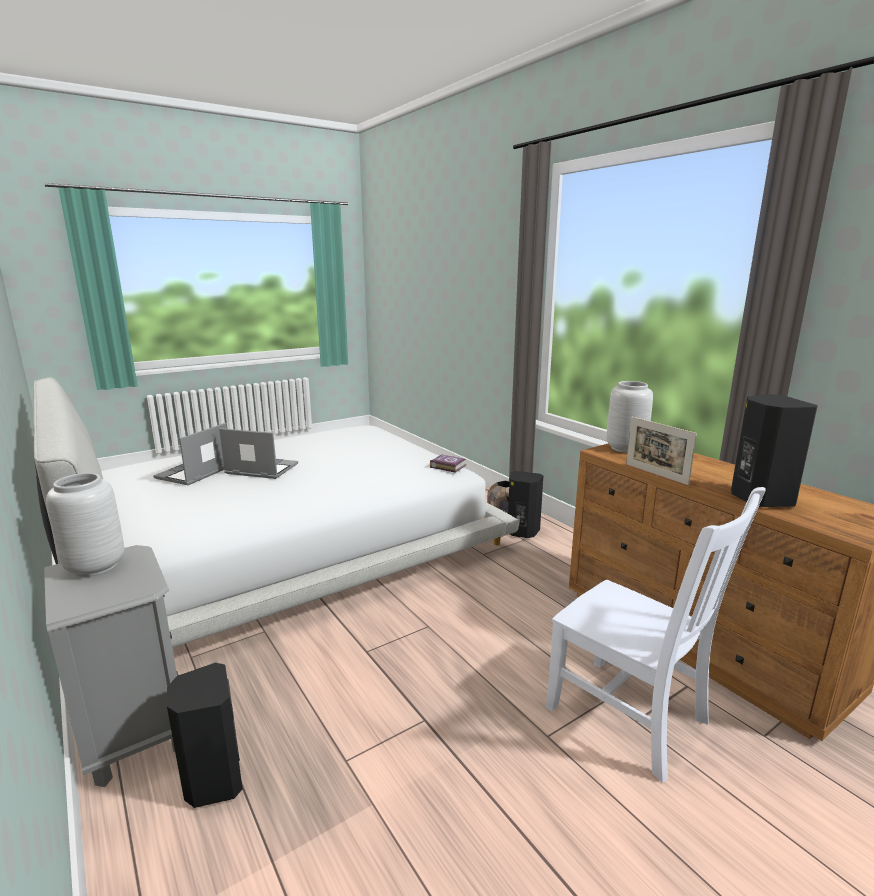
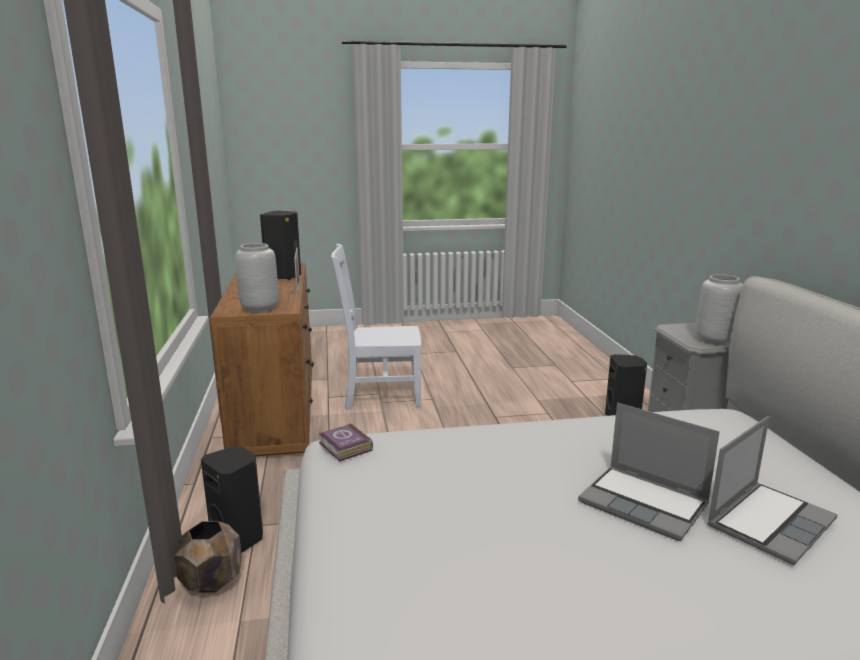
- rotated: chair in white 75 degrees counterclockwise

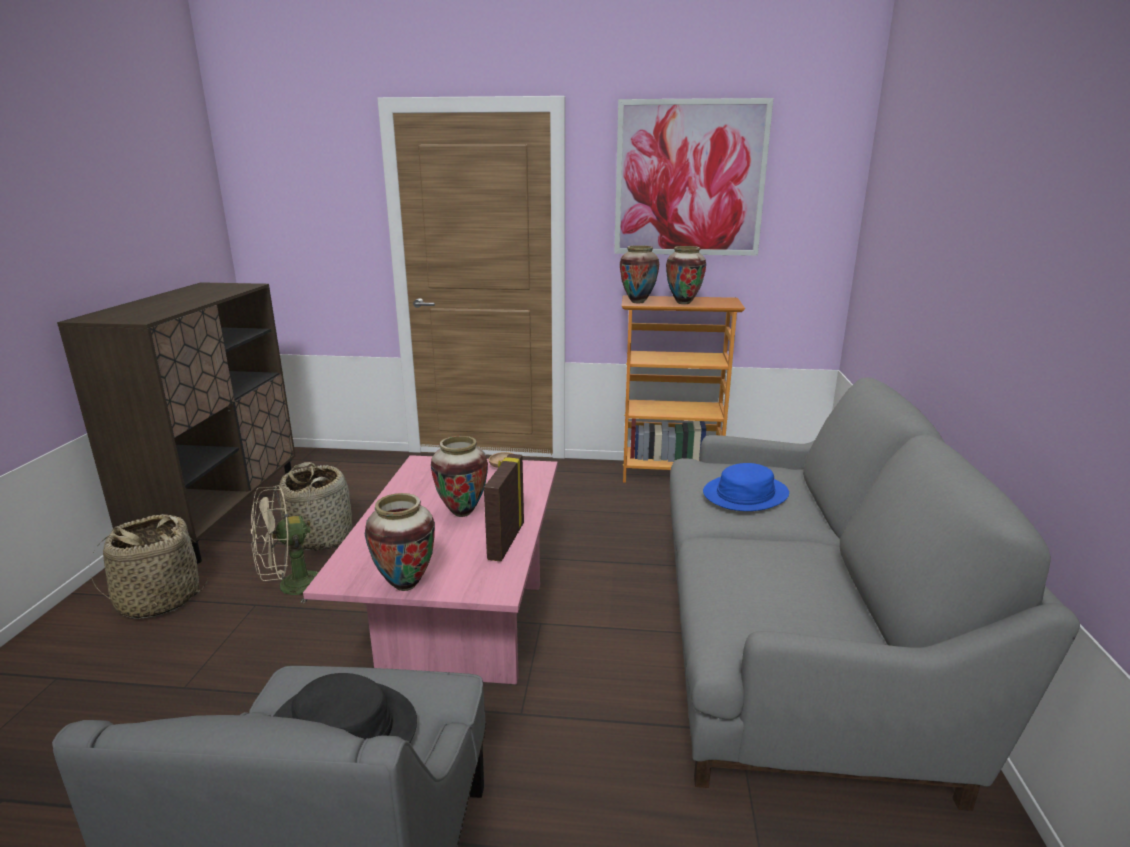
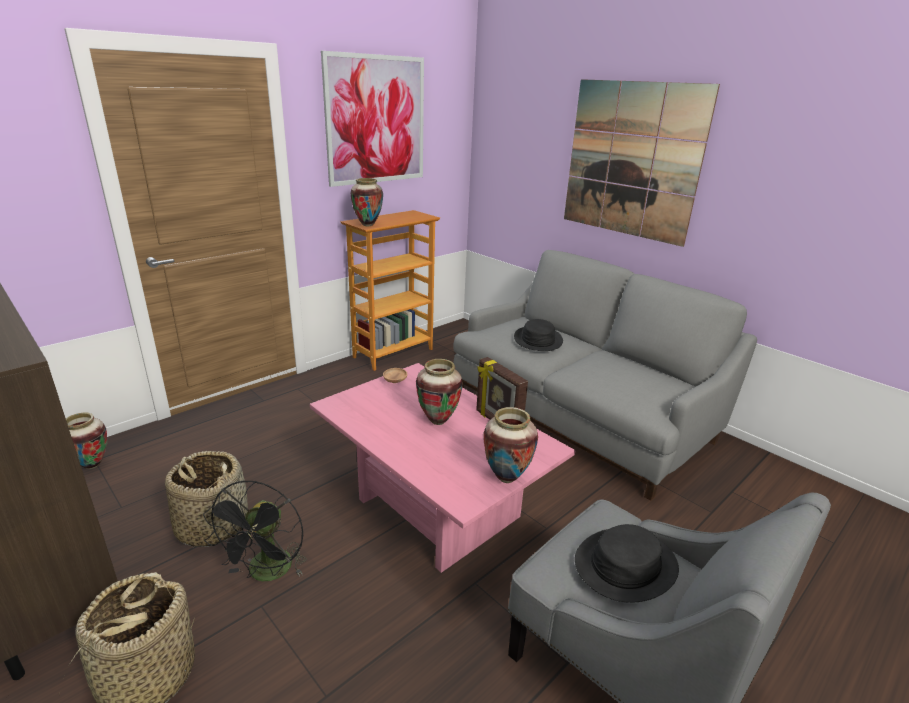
- shifted: vase (no. 4 from left in the first image) to vase (no. 1 from left)
- repainted: fan in beige to fan in black
- repainted: hat in blue to hat in black (no. 1 from left)
- new: picture (no. 2 from left)

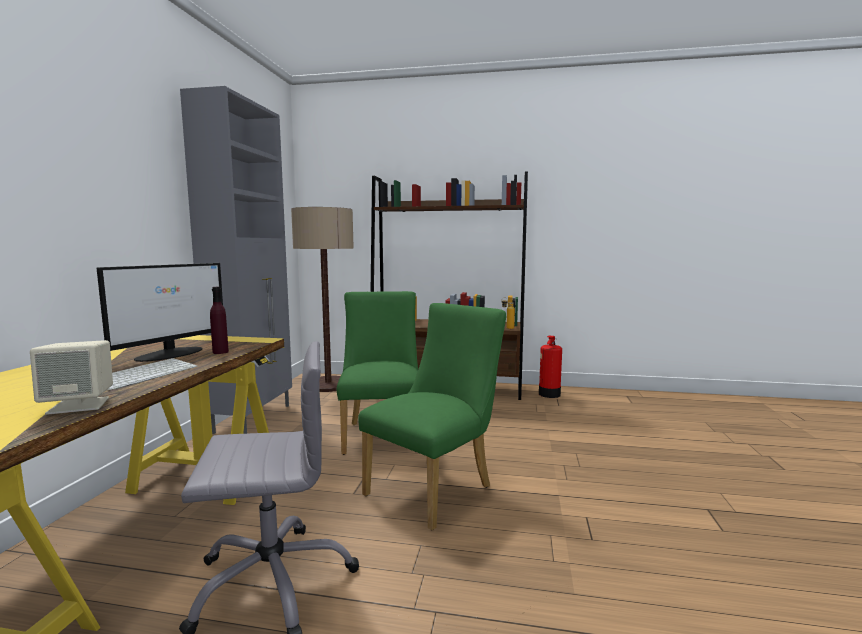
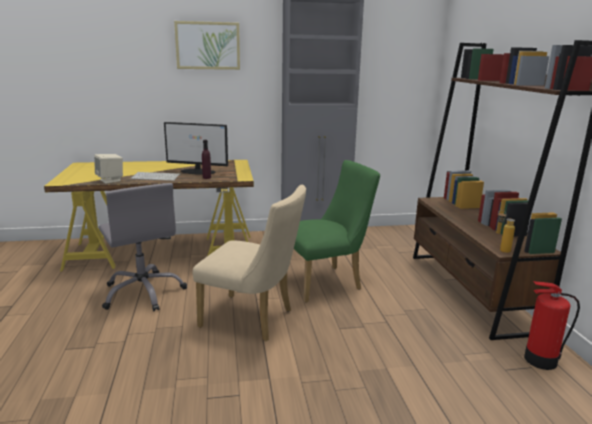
- new: picture
- repainted: chair in green (no. 2 from left) to chair in beige
- gone: floor lamp

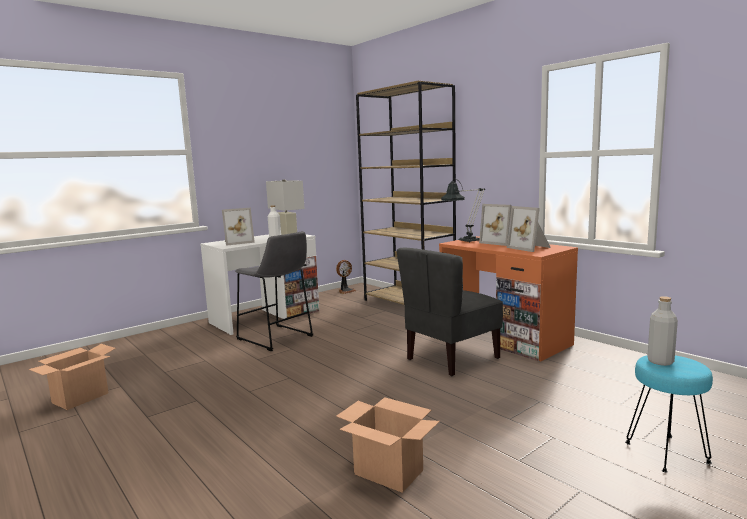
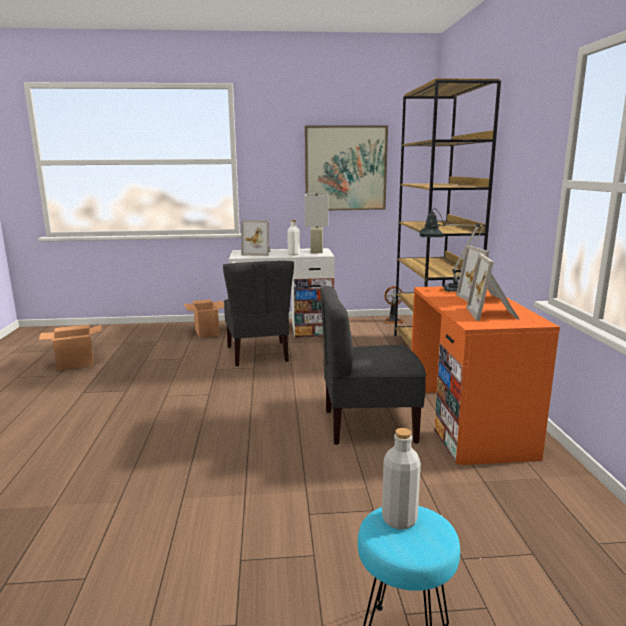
- shifted: cardboard box (no. 2 from left)
- swapped: stool in grey to chair in grey (no. 1 from left)
- new: picture

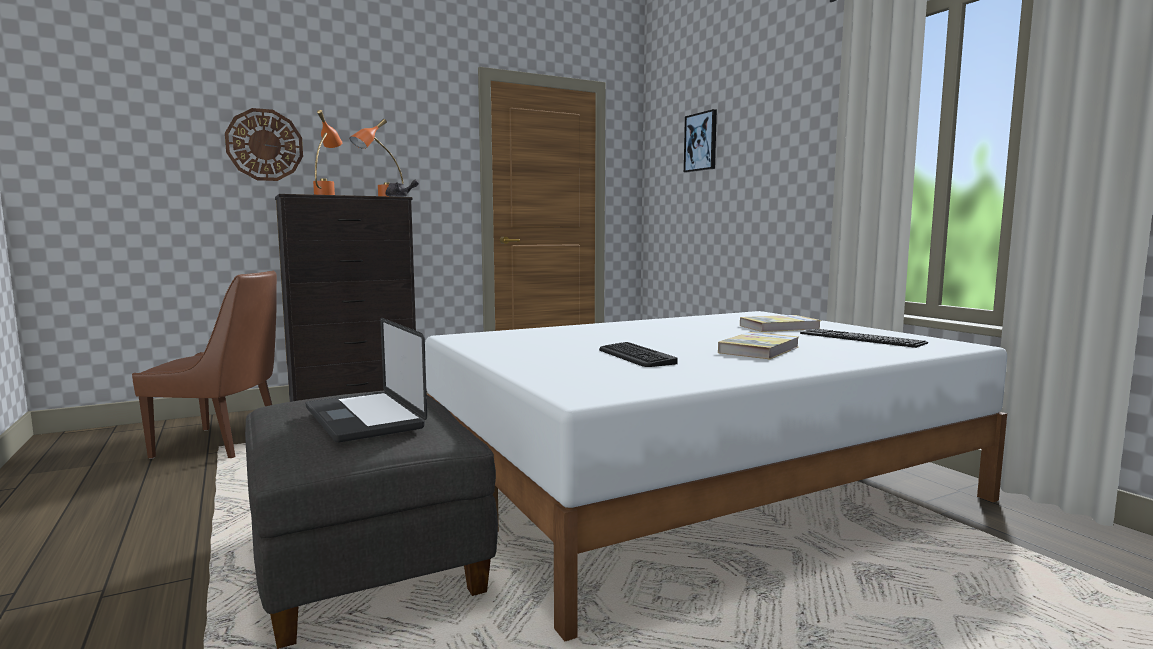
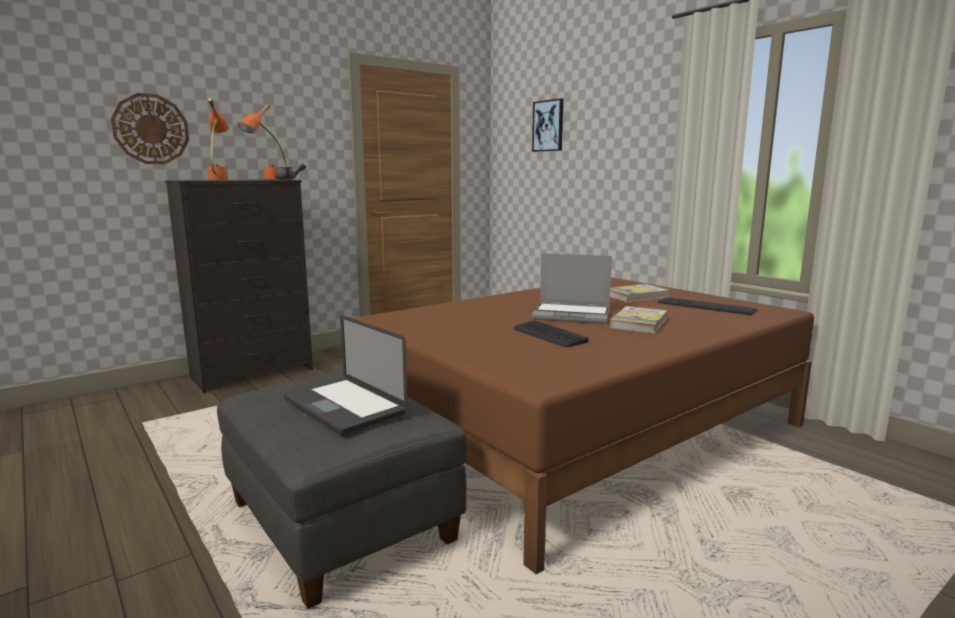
- repainted: bed in white to bed in brown
- new: laptop (no. 2 from left)
- gone: chair in brown

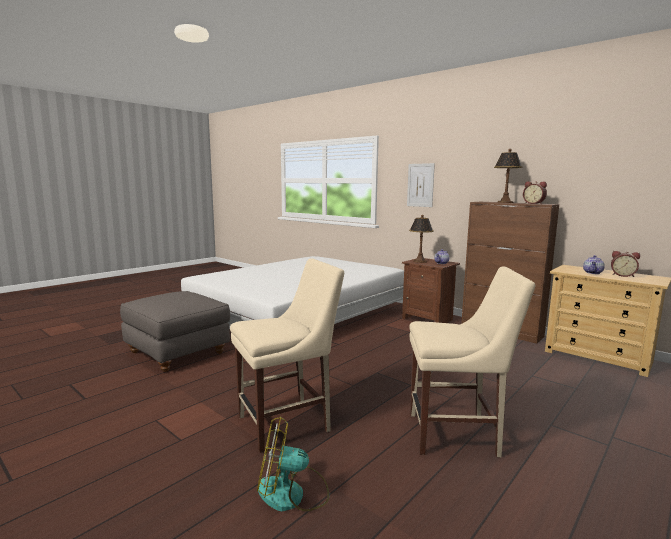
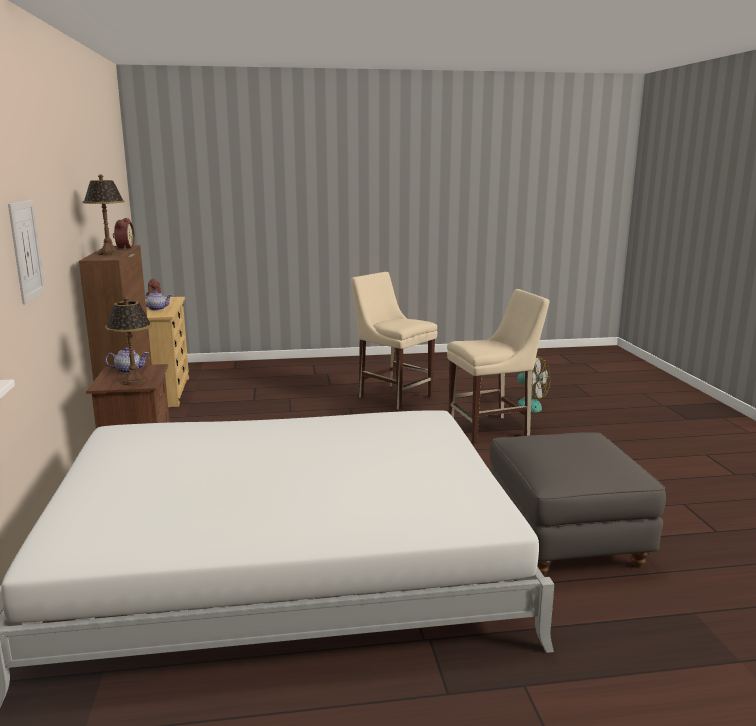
- rotated: chair in beige (no. 1 from left in the first image) 150 degrees clockwise

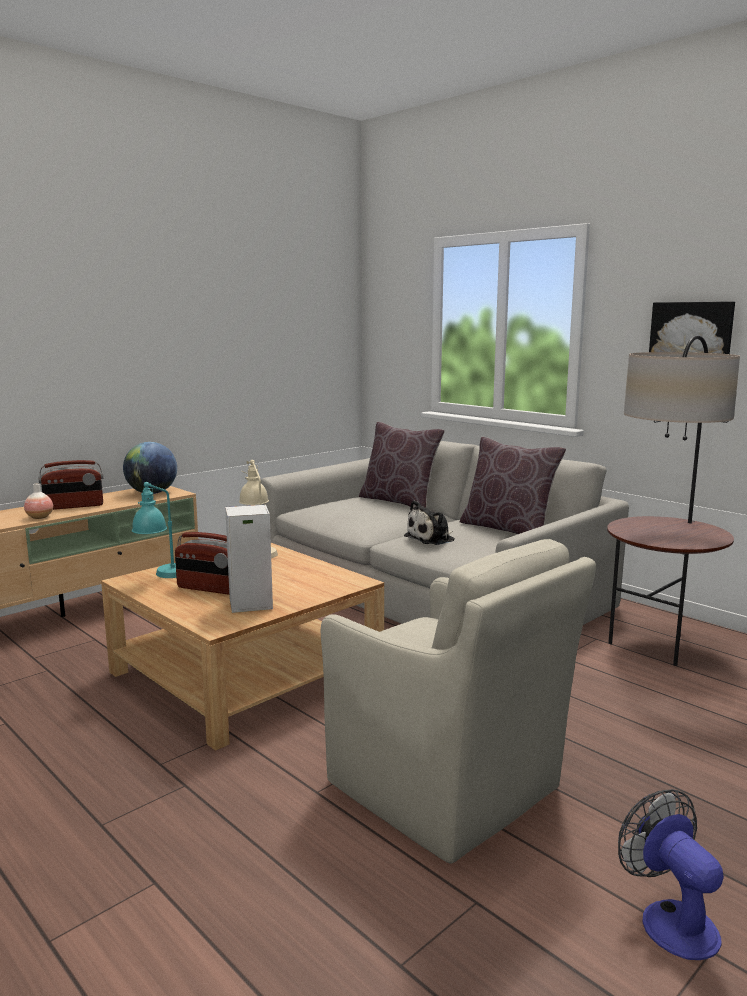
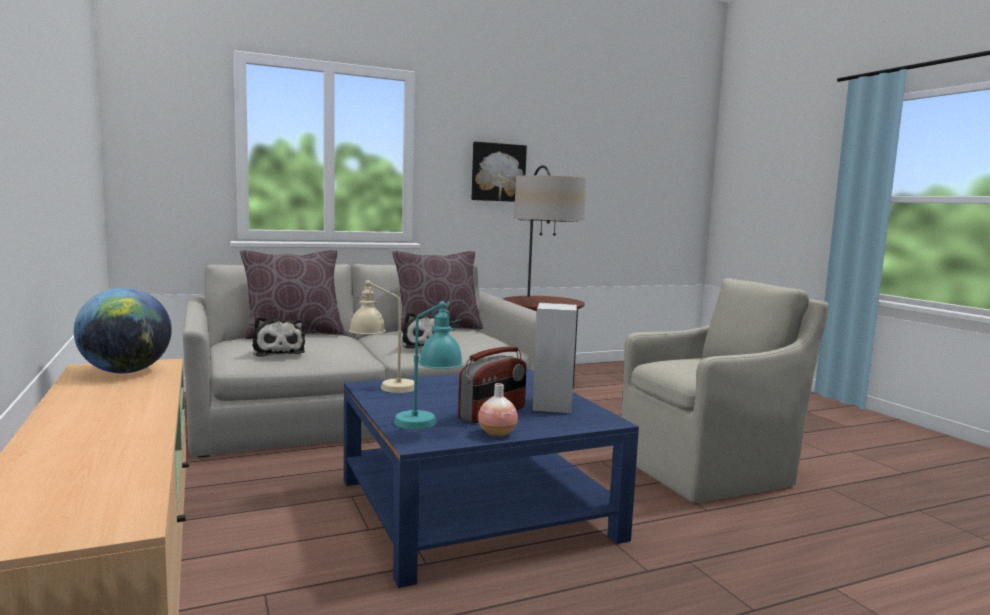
- new: plush toy (no. 1 from left)
- repainted: coffee table in beige to coffee table in blue
- shifted: vase
- gone: radio (no. 1 from left)
- gone: fan

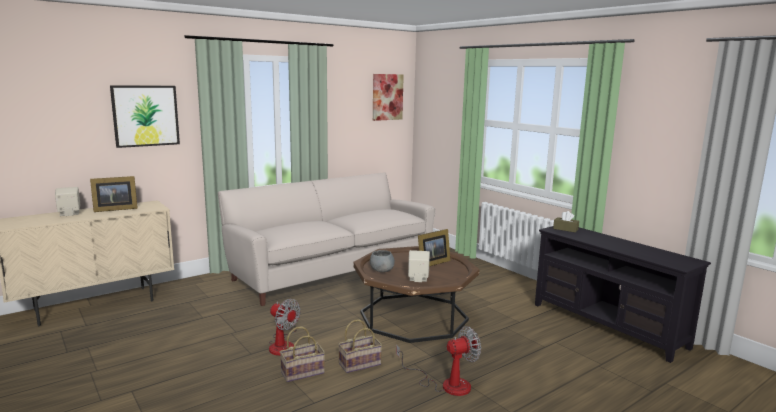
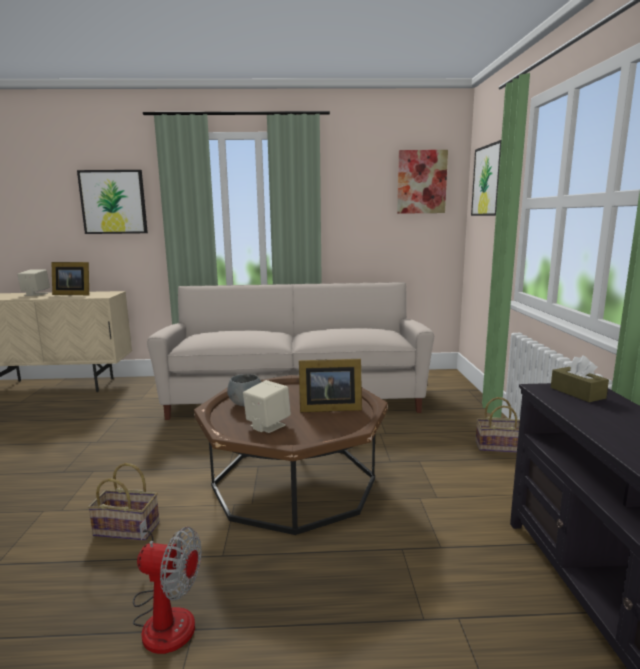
- new: picture (no. 3 from left)
- shifted: basket (no. 1 from left in the first image) to basket (no. 2 from left)
- gone: fan (no. 1 from left)

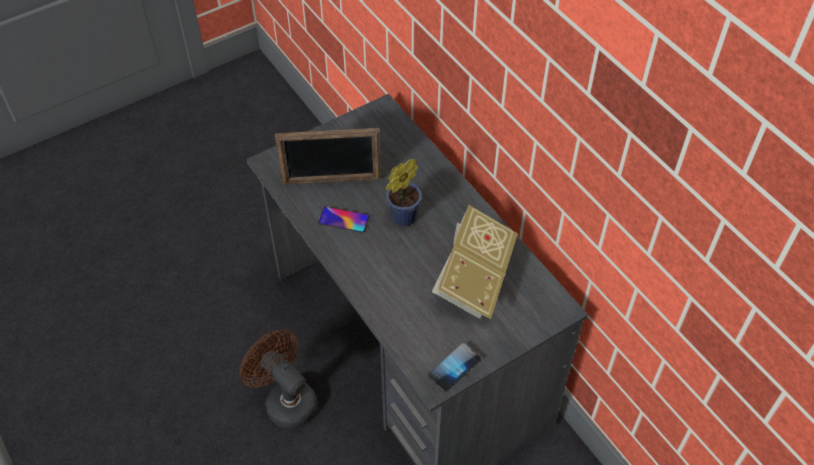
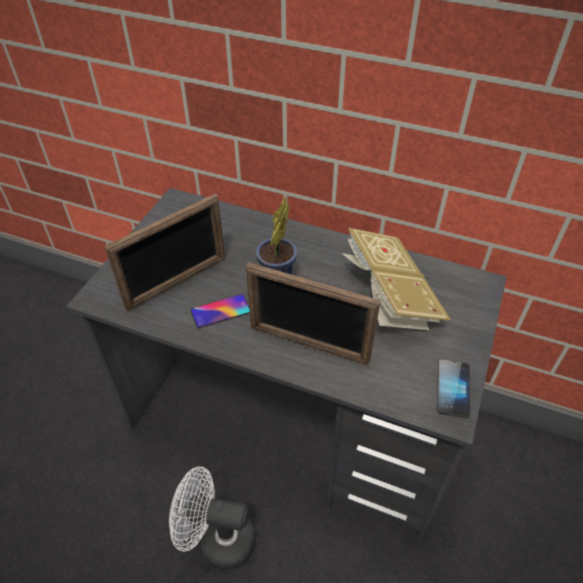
- repainted: fan in brown to fan in white
- new: picture frame (no. 2 from left)

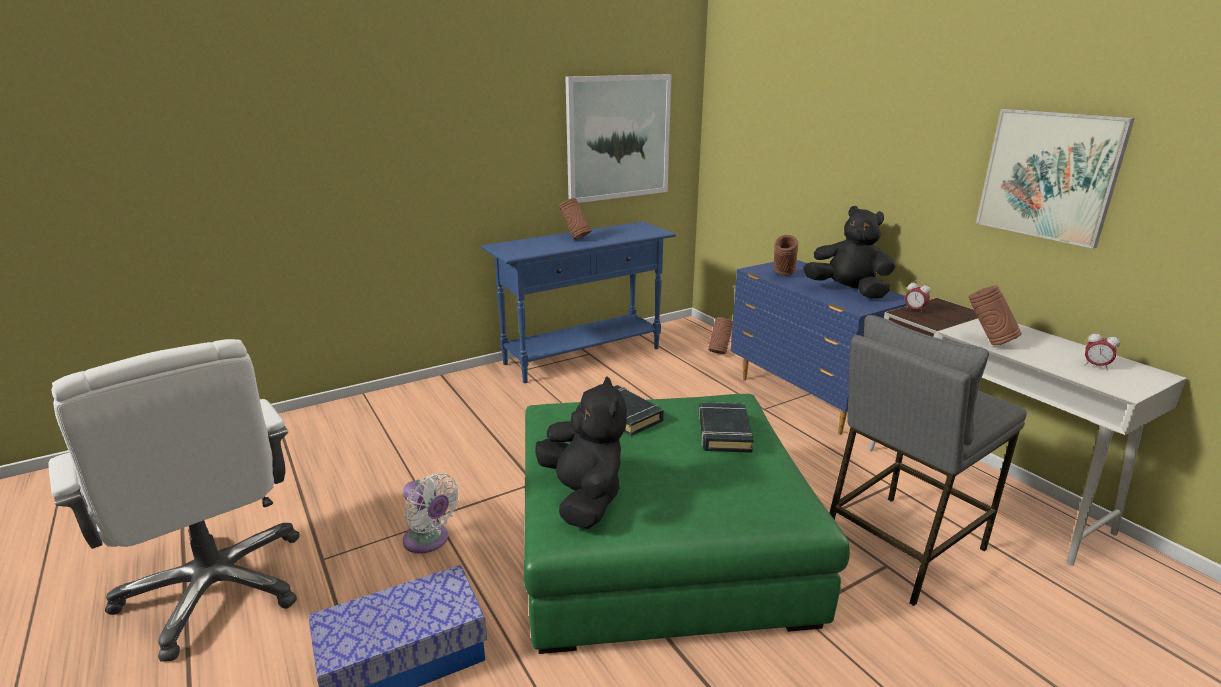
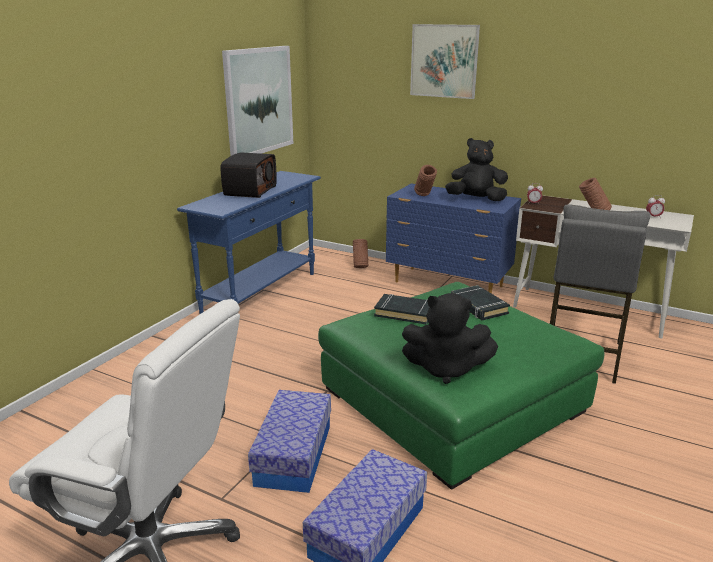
- swapped: vase in brown (no. 1 from left) to radio
- swapped: fan in white to storage box (no. 1 from left)
- rotated: plush toy in black (no. 1 from left) 150 degrees clockwise
- shifted: picture (no. 2 from left)

